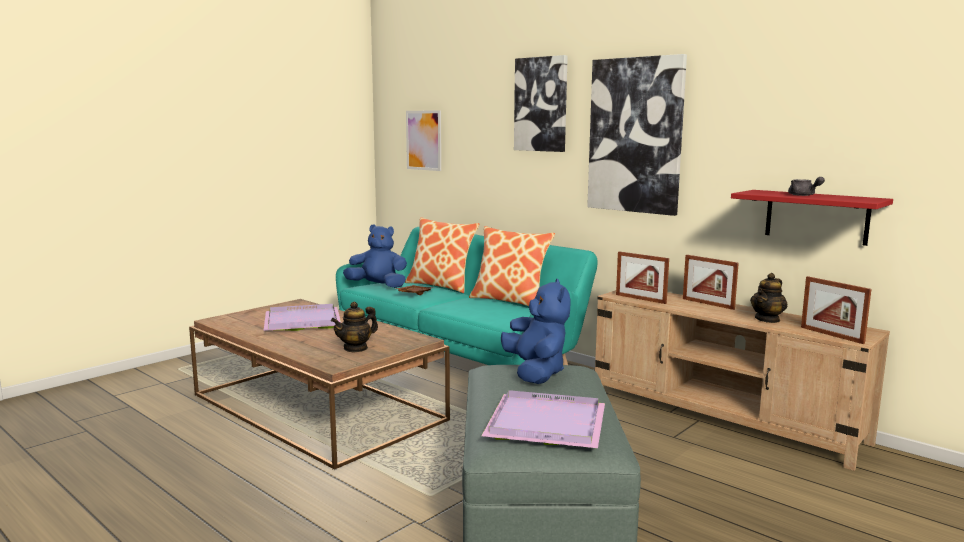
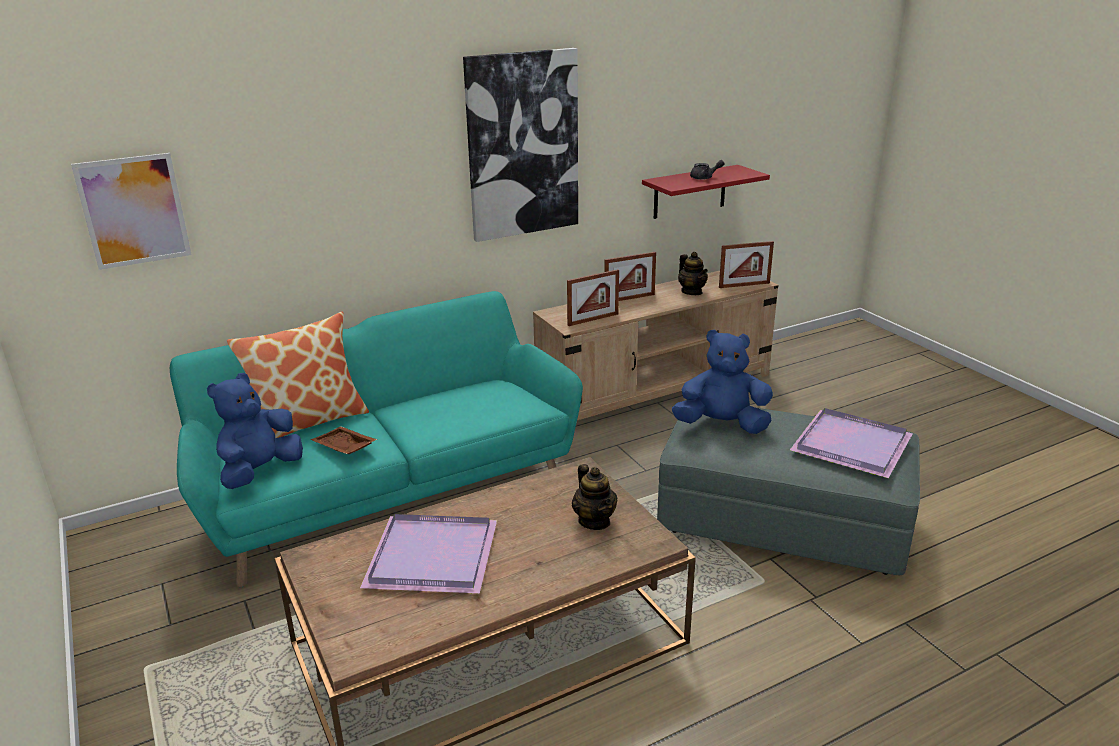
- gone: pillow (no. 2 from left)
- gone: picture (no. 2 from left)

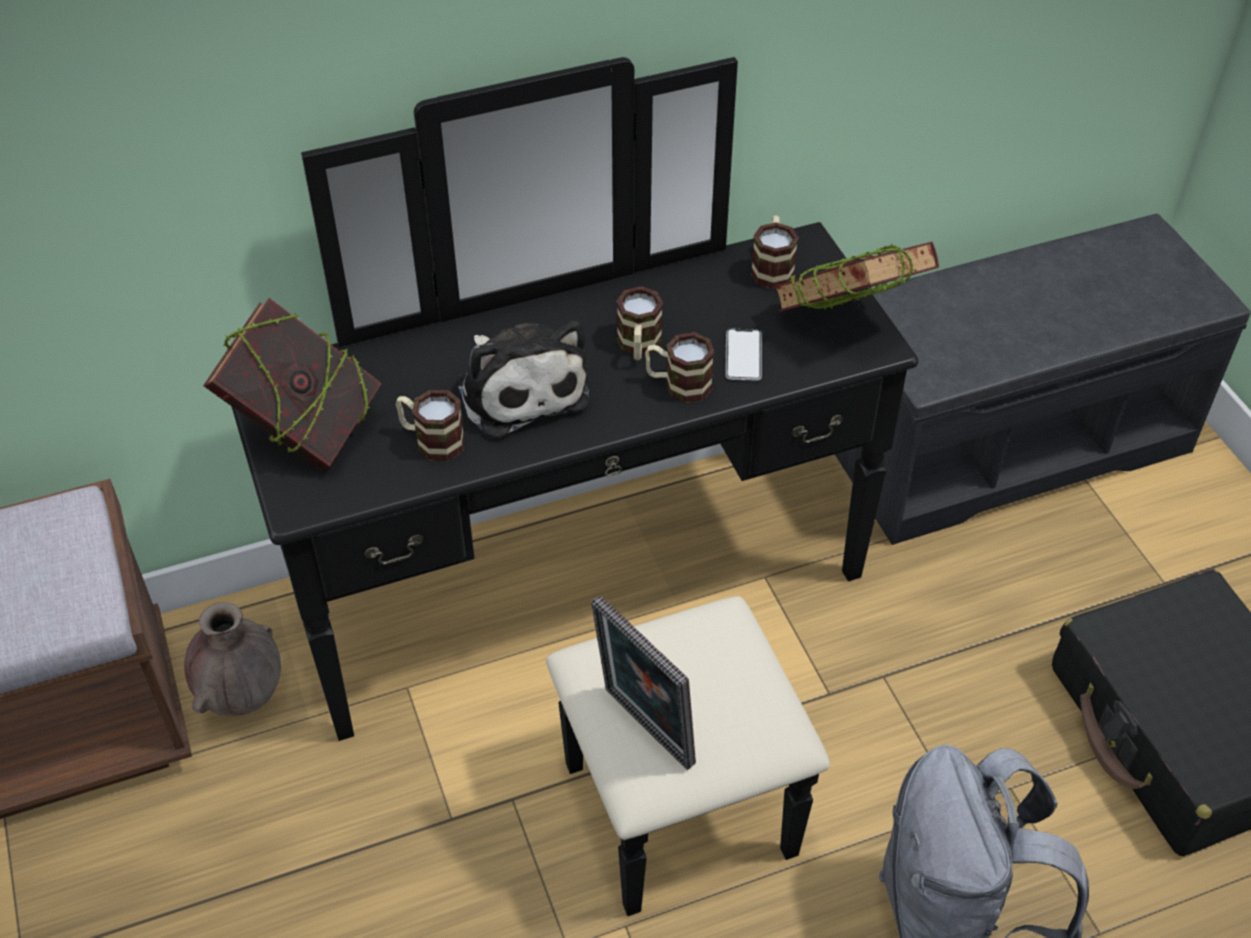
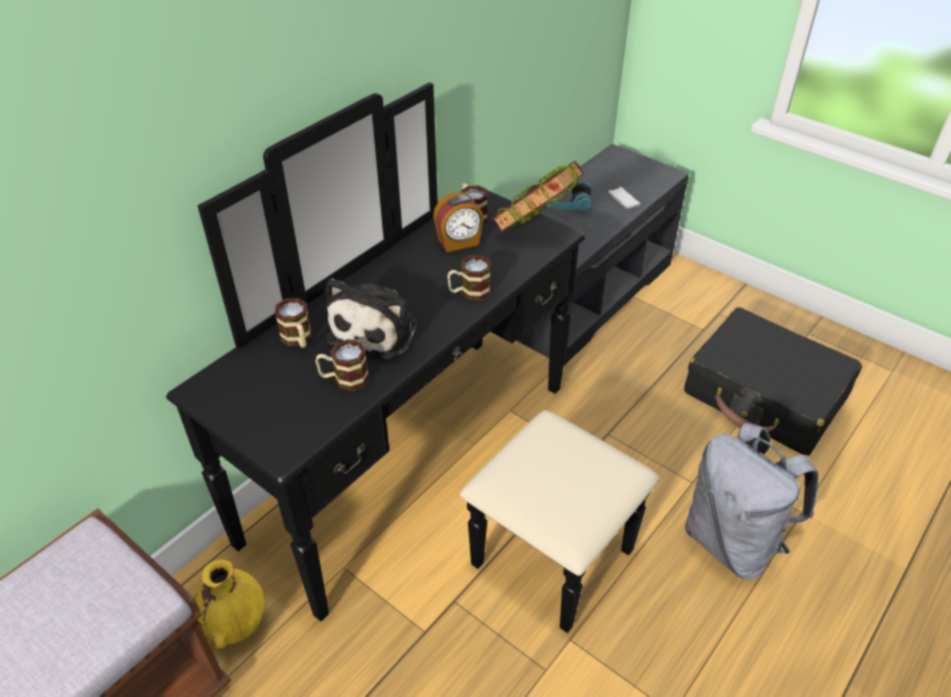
- repainted: vase in brown to vase in yellow
- shifted: mug (no. 2 from left in the first image) to mug (no. 1 from left)
- rotated: plush toy 75 degrees clockwise
- new: alarm clock
- new: headphones
- shifted: phone
- gone: book (no. 1 from left)
- gone: picture frame

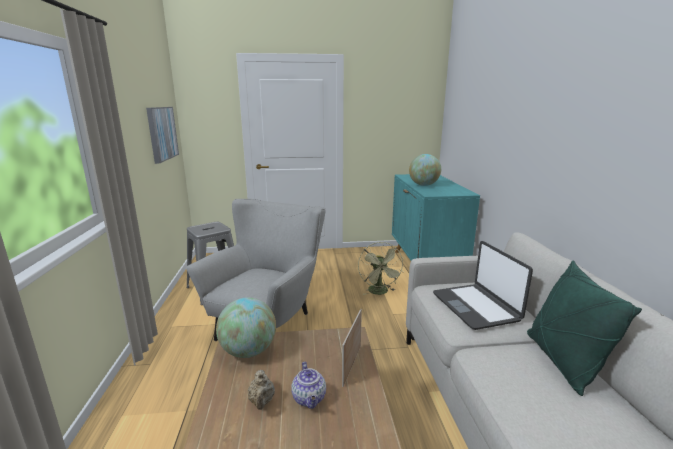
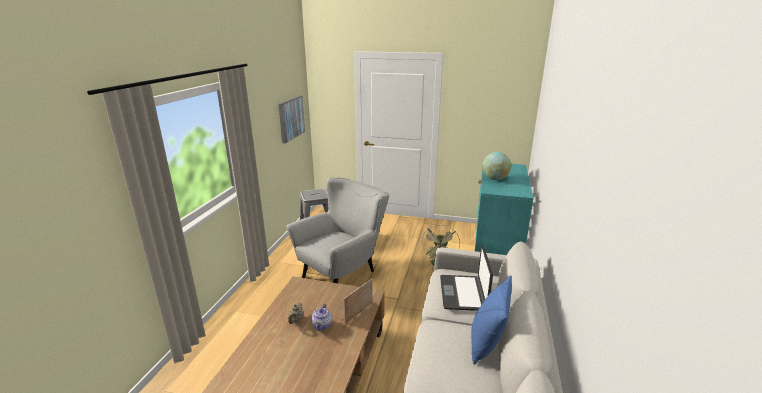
- repainted: pillow in green to pillow in blue
- gone: globe (no. 1 from left)

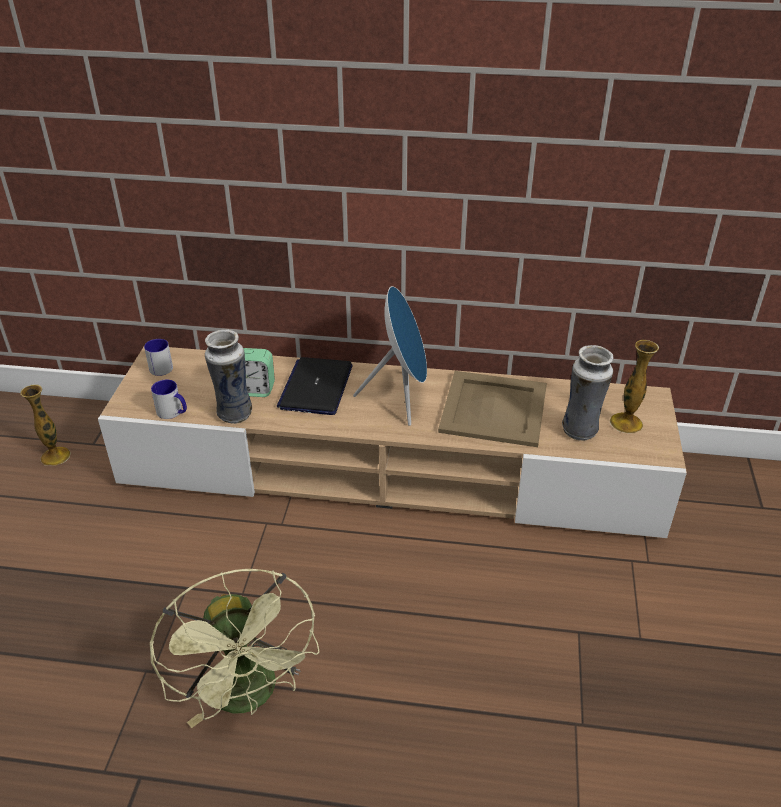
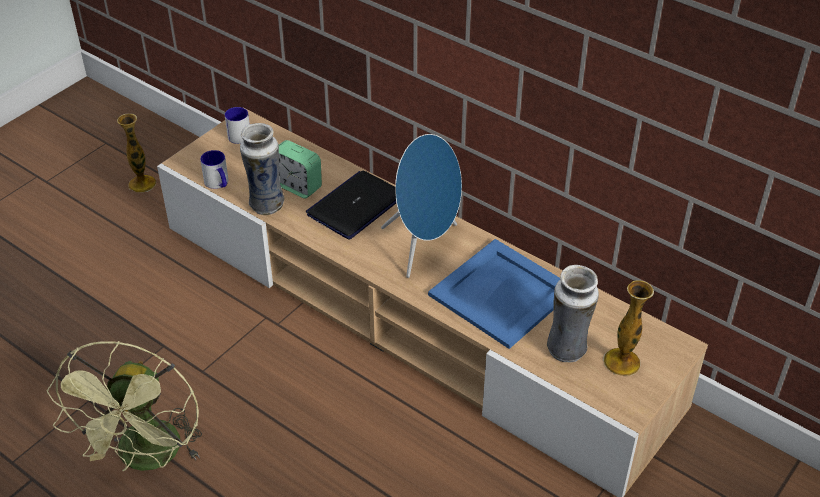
- repainted: tray in beige to tray in blue

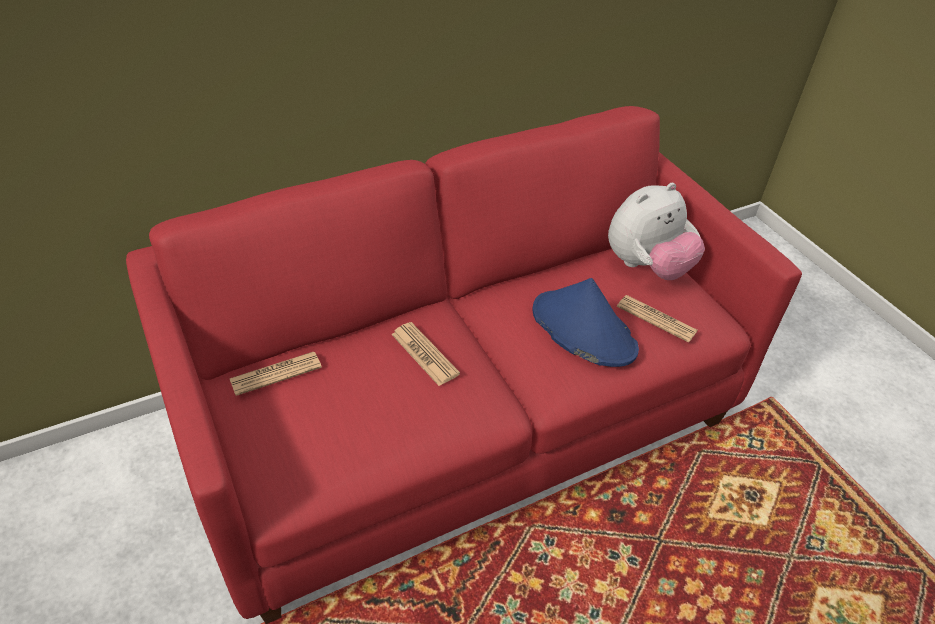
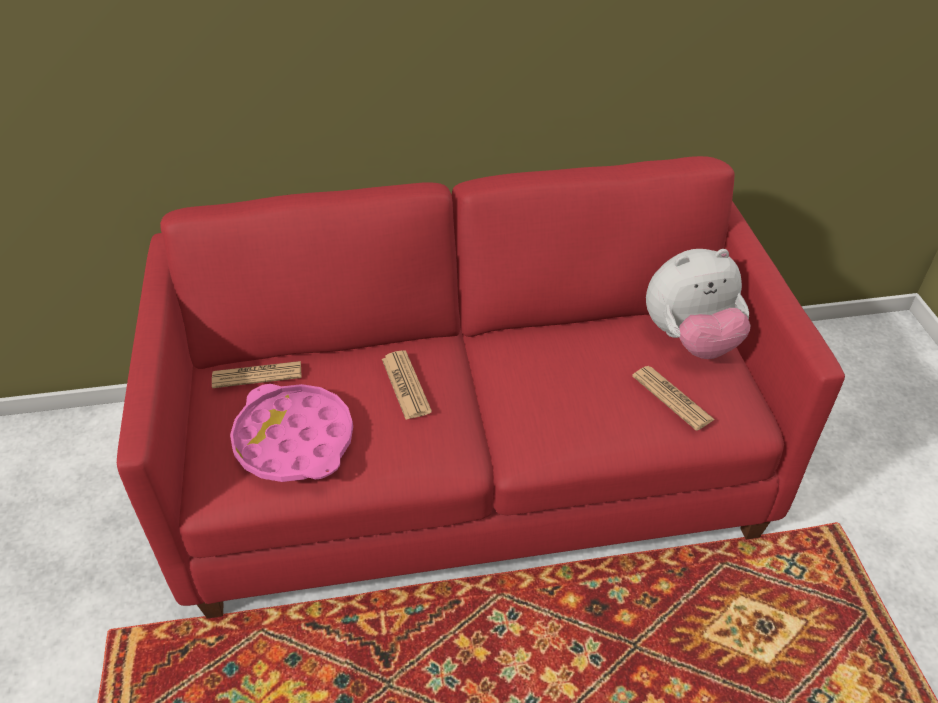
- new: tray in pink
- gone: hat in blue

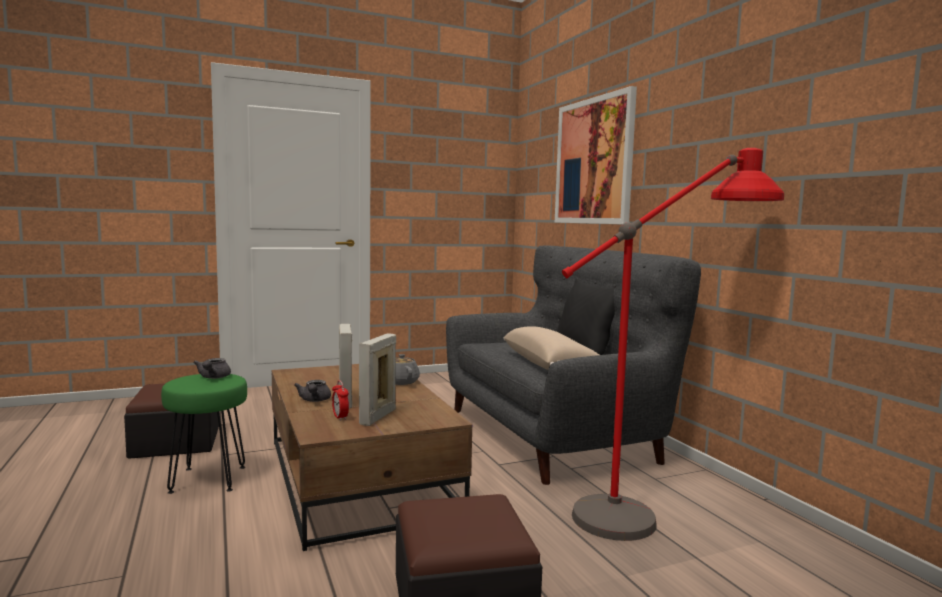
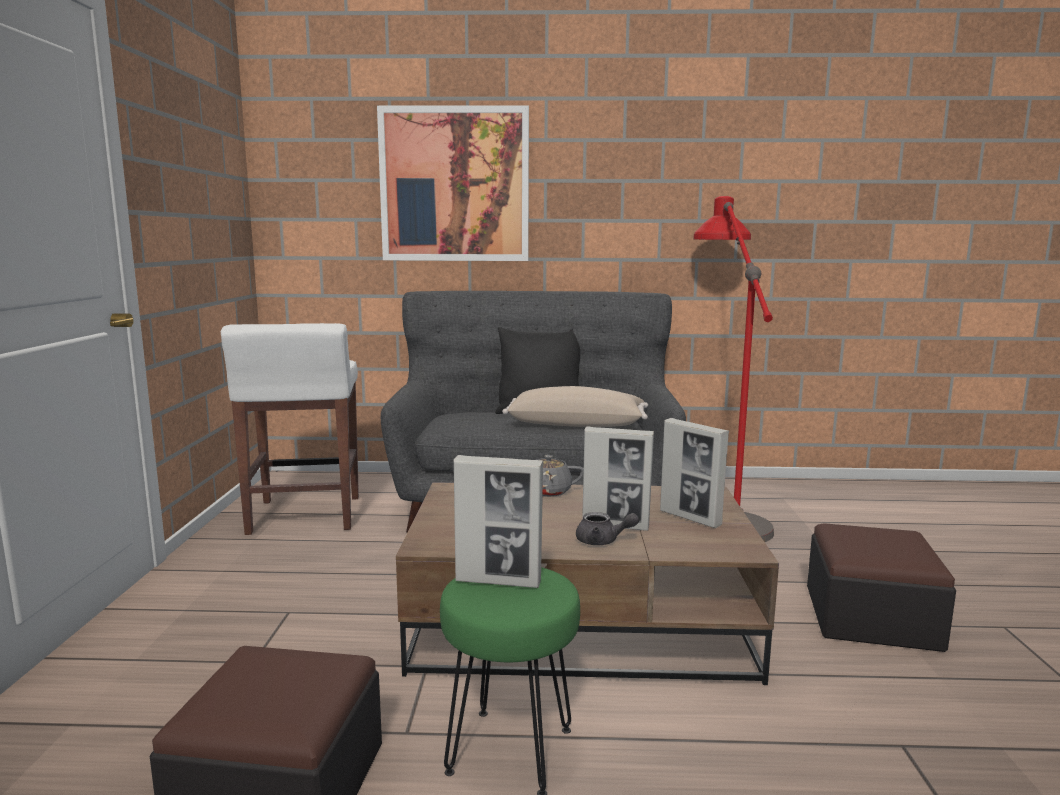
- new: stool in white
- swapped: teapot in grey (no. 1 from left) to picture frame (no. 1 from left)
- gone: alarm clock

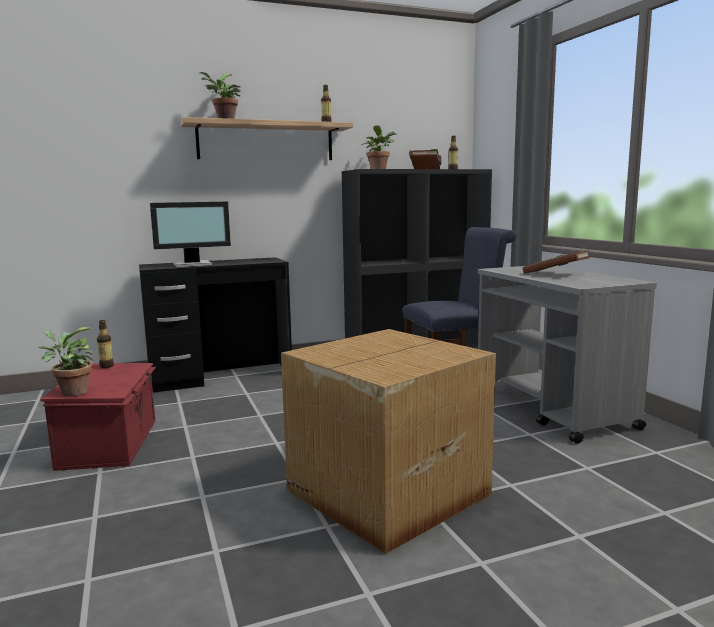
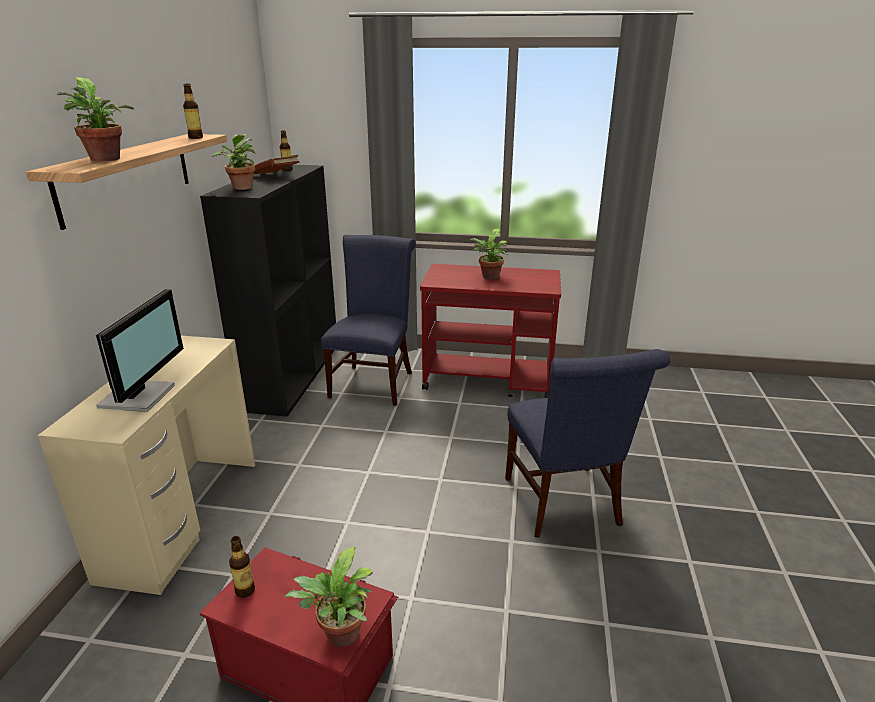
- repainted: desk in black to desk in beige
- repainted: cart in grey to cart in red
- swapped: book in brown (no. 2 from left) to potted plant (no. 4 from left)
- swapped: cardboard box to chair in blue (no. 2 from left)

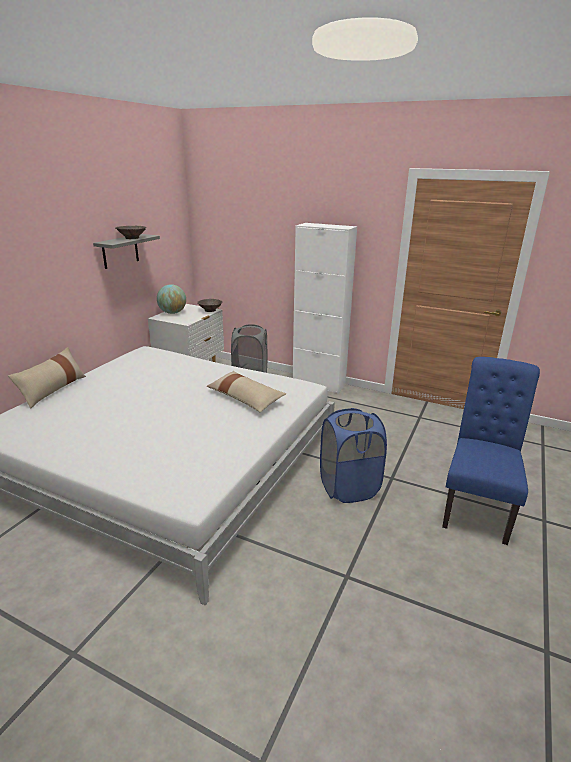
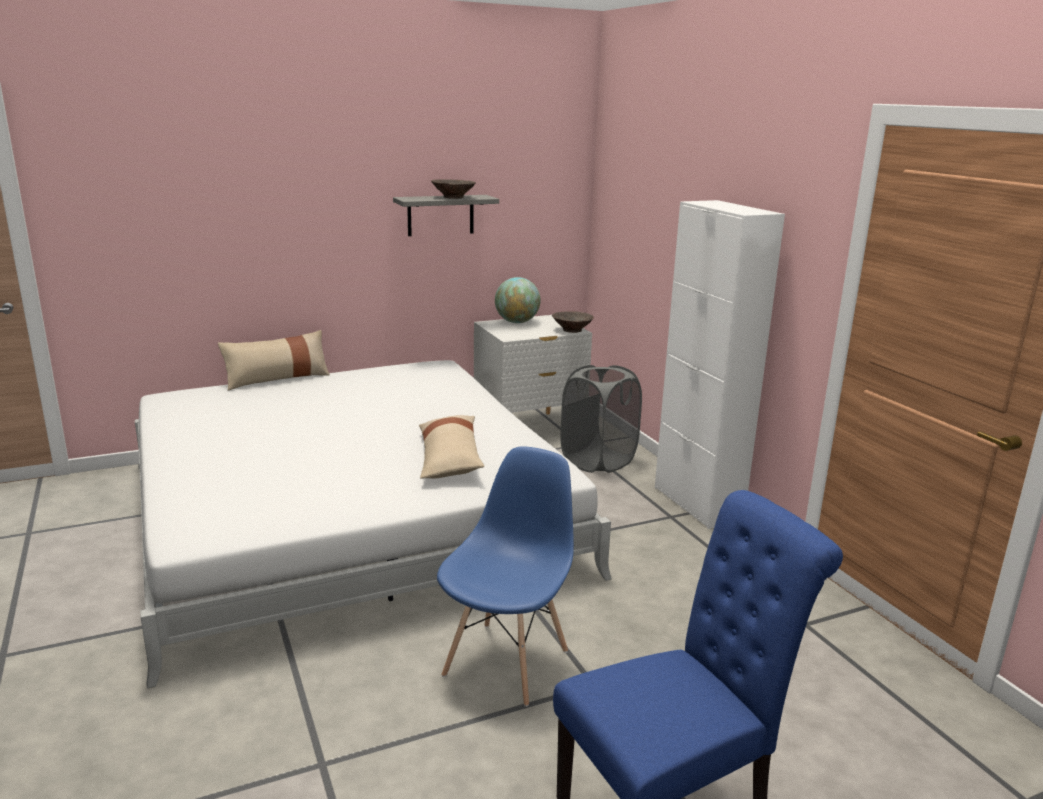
- swapped: laundry basket in blue to chair in blue (no. 1 from left)

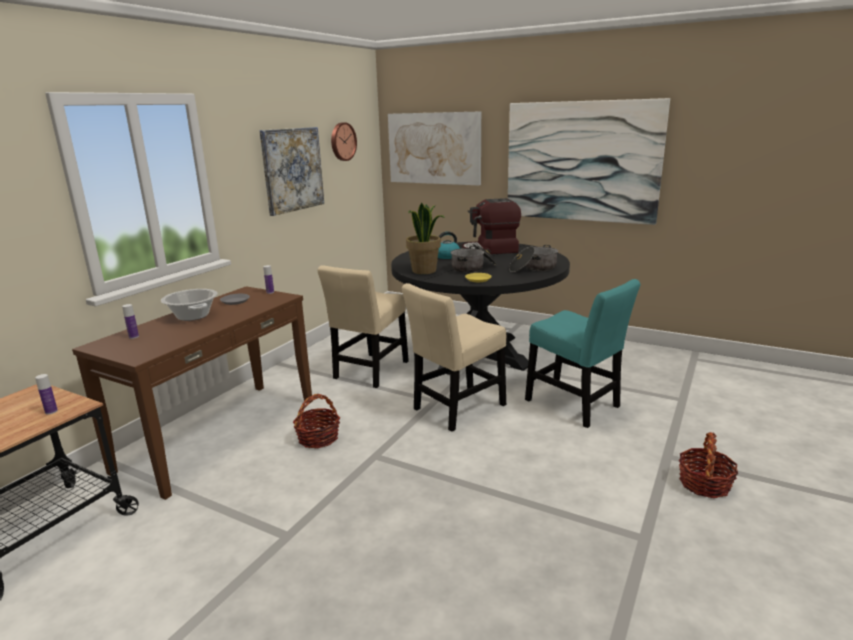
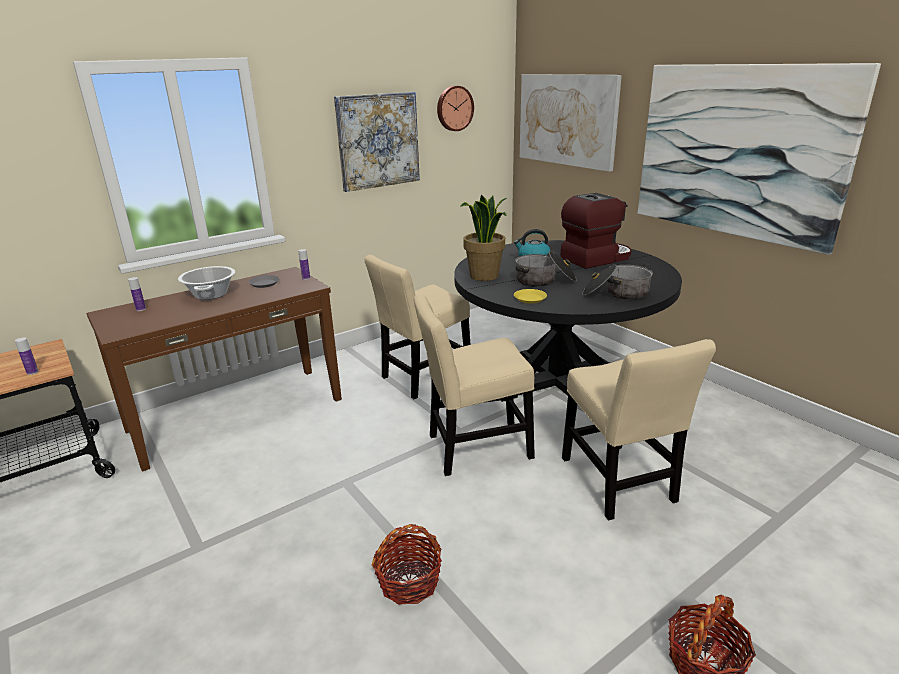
- shifted: basket (no. 1 from left)
- rotated: coffee machine 135 degrees clockwise
- repainted: chair in turquoise to chair in beige (no. 3 from left)

